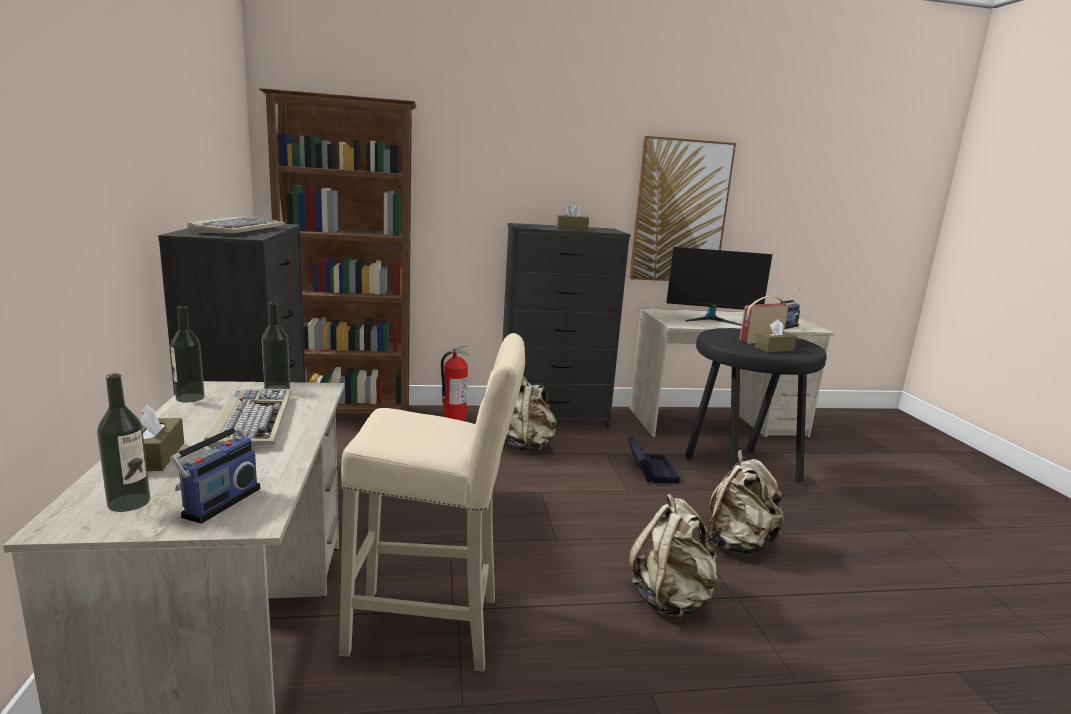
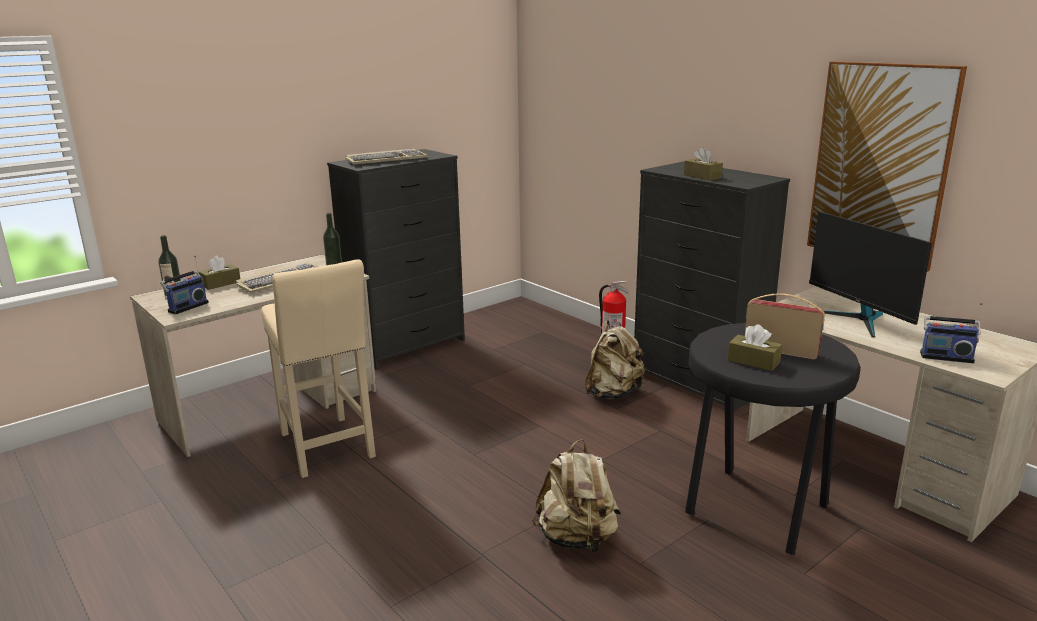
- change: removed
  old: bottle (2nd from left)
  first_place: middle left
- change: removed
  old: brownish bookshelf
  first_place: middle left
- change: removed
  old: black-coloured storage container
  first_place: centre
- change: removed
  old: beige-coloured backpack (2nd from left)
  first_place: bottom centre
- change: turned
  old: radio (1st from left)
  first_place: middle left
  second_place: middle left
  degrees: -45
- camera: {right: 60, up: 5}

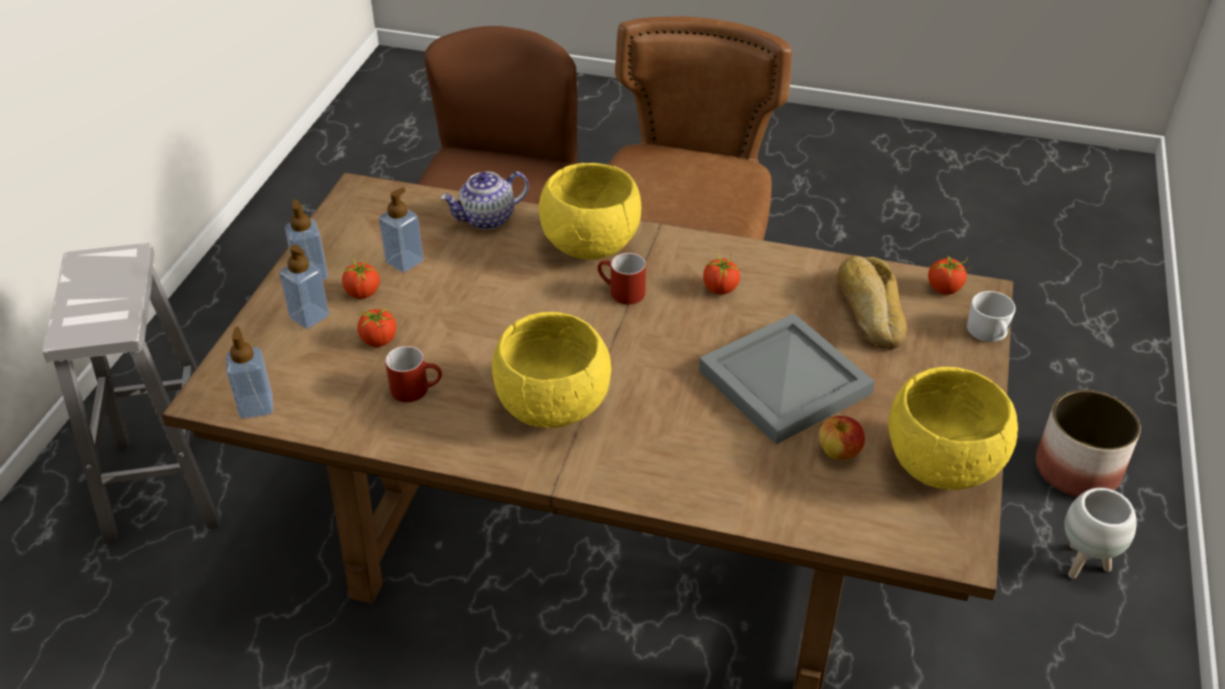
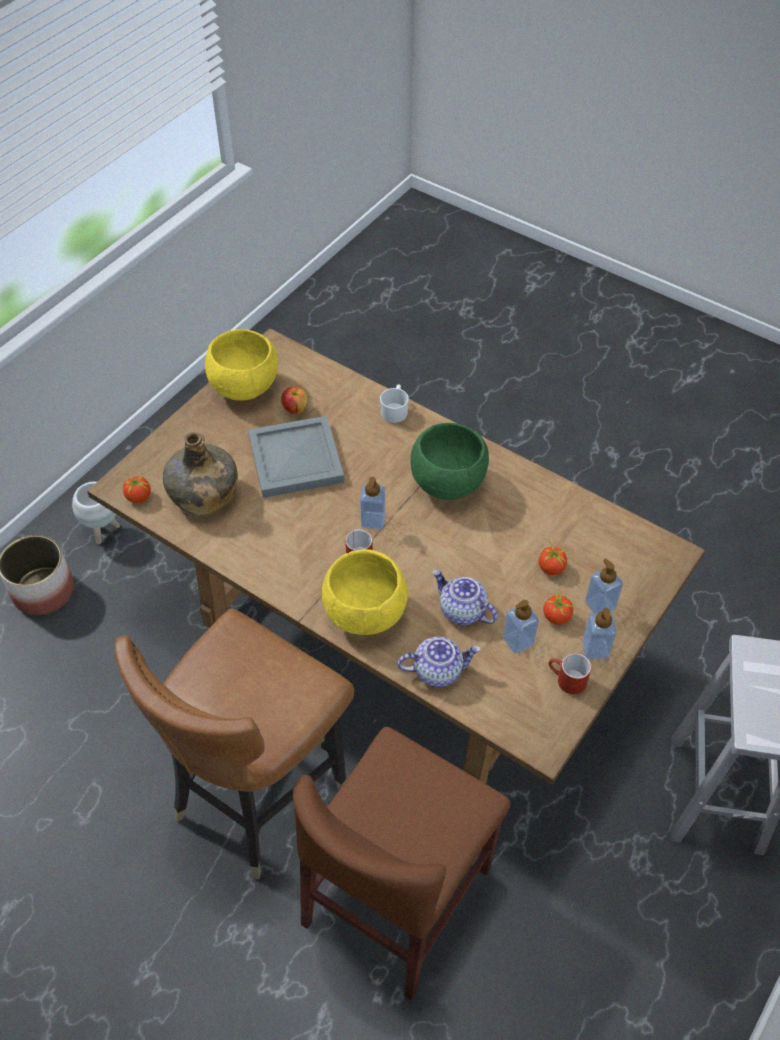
- change: removed
  old: fresh tomato (3rd from left)
  first_place: centre
- change: added
  new: pot for tea (2nd from left)
  second_place: centre
- change: moved
  old: soap bottle (1st from left)
  first_place: middle left
  second_place: centre
- change: moved
  old: red mug (1st from left in the first image)
  new: red mug (2nd from left)
  first_place: centre
  second_place: middle right
- change: moved
  old: white mug
  first_place: middle right
  second_place: centre
- change: replaced
  old: bread
  new: green bottle
  first_place: middle right
  second_place: middle left
- change: recoloured
  old: yellowish serving bowl (1st from left)
  new: green serving bowl
  first_place: centre
  second_place: centre
- camera: {right: -160, up: 10}

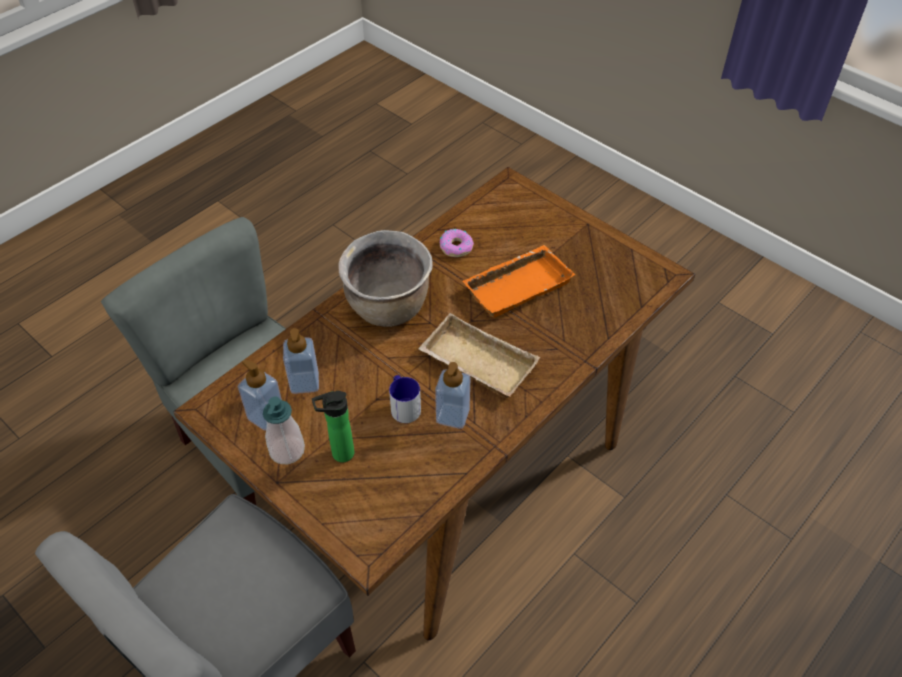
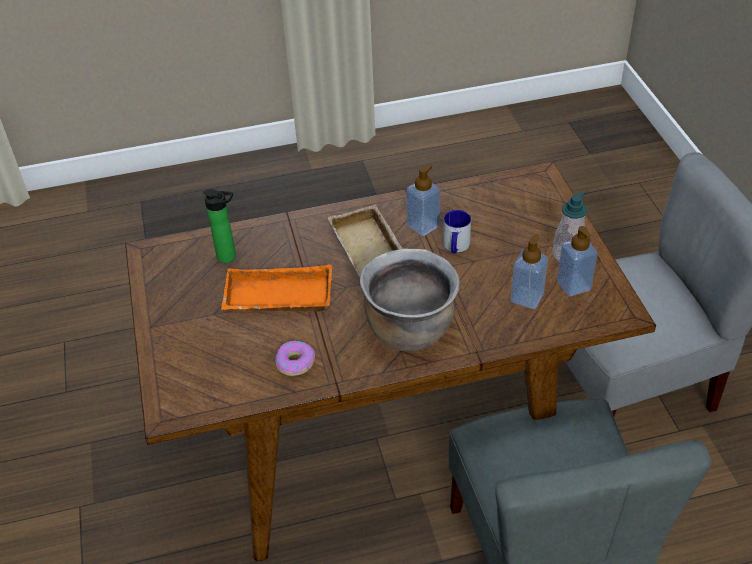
- change: moved
  old: bottle
  first_place: centre
  second_place: middle left
- camera: {right: -145, up: -5}

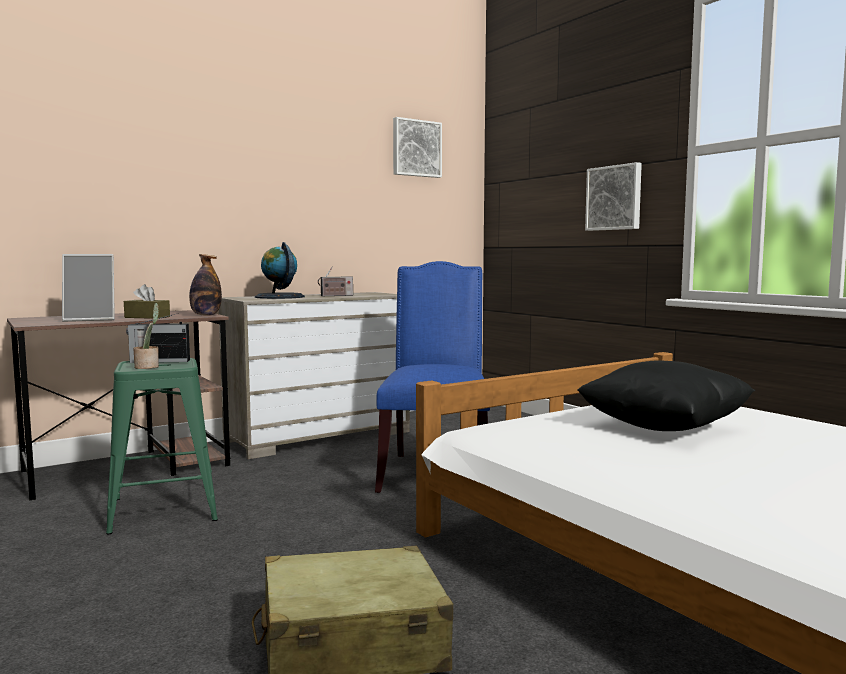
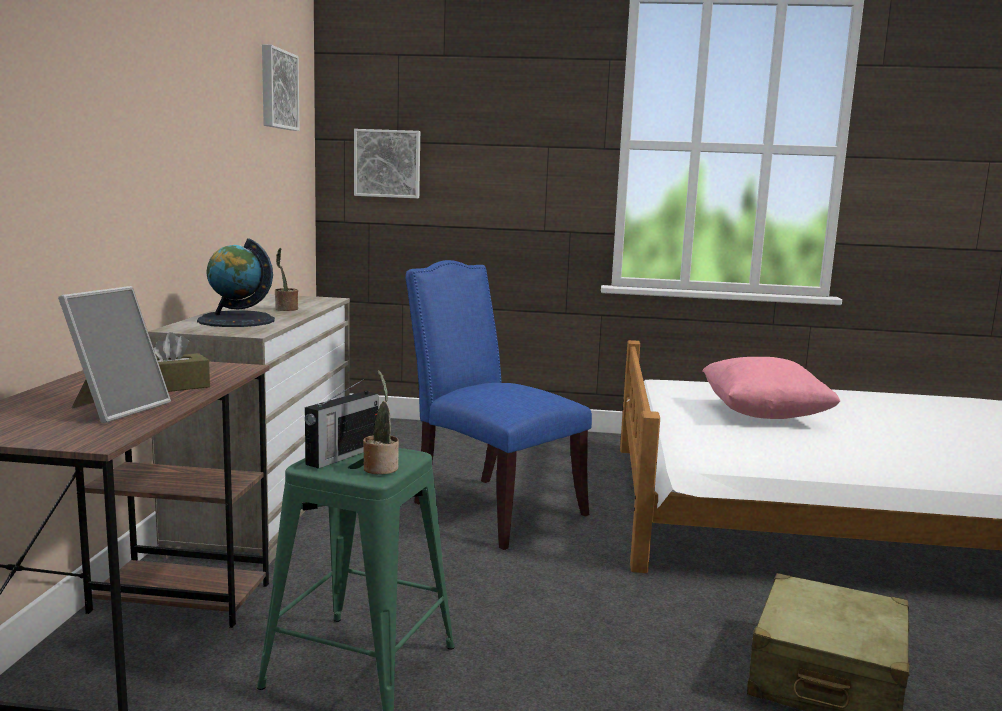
- change: removed
  old: bottle
  first_place: middle left
- change: moved
  old: wall art (2nd from left)
  first_place: top right
  second_place: top centre
- change: replaced
  old: radio (2nd from left)
  new: potted plant (1st from left)
  first_place: centre
  second_place: middle left
- change: recoloured
  old: black-coloured cushion
  new: pink-coloured cushion
  first_place: middle right
  second_place: middle right
- camera: {right: -50, up: 5}

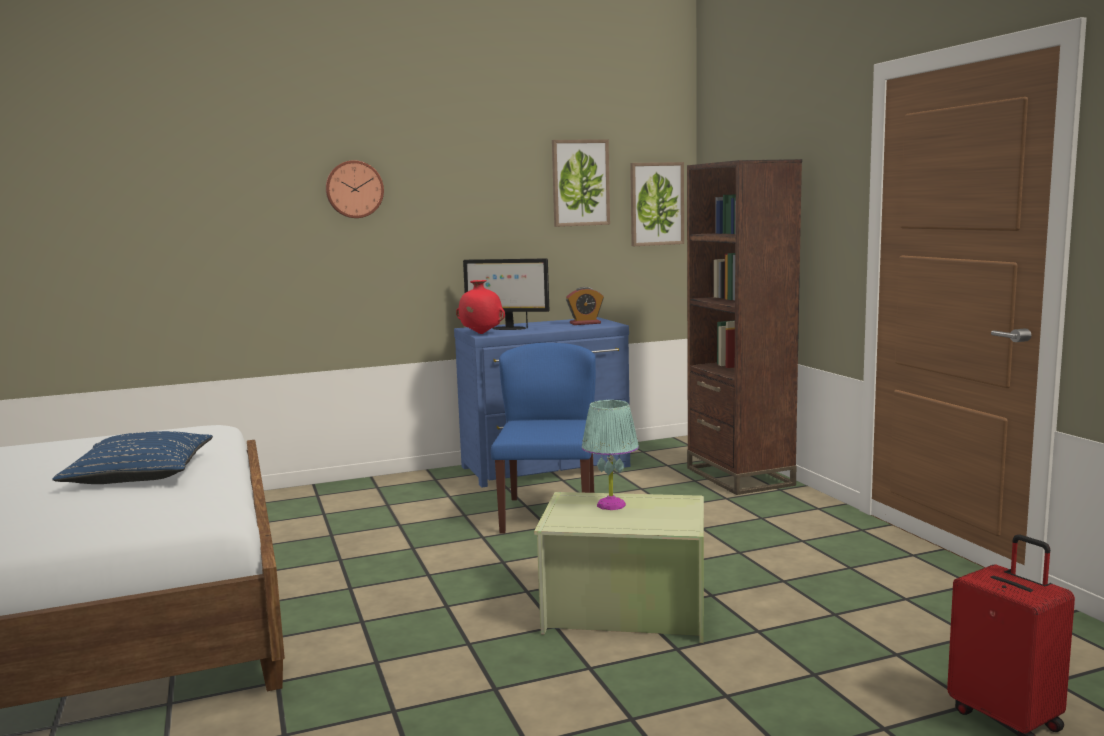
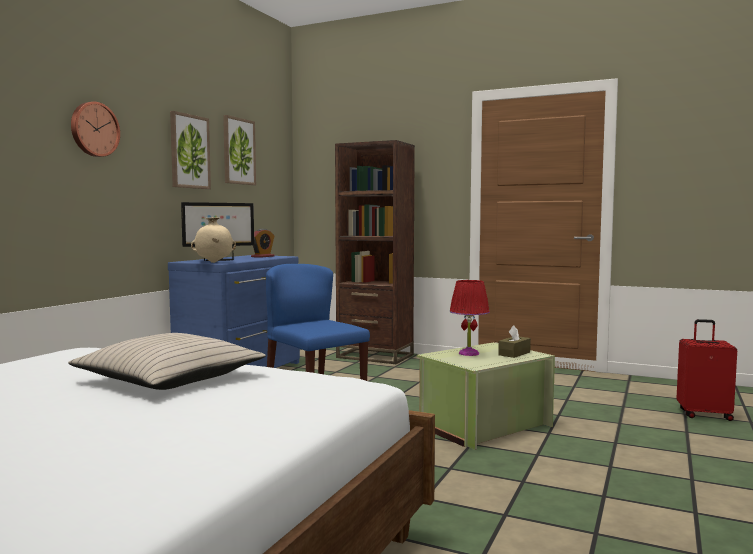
- change: added
  new: brownish tissue box
  second_place: middle right
- change: moved
  old: wall art (2nd from left in the first image)
  new: wall art (1st from left)
  first_place: top centre
  second_place: top left
- change: recoloured
  old: blue-coloured cushion
  new: beige-coloured cushion
  first_place: middle left
  second_place: middle left
- change: recoloured
  old: red decorative vase
  new: beige-coloured decorative vase
  first_place: centre
  second_place: middle left
- change: recoloured
  old: turquoise-coloured table lamp
  new: red table lamp
  first_place: centre
  second_place: centre
- camera: {right: -45, up: -5}

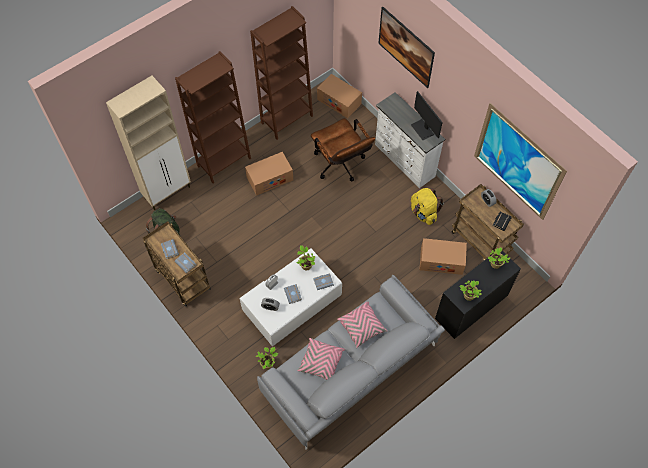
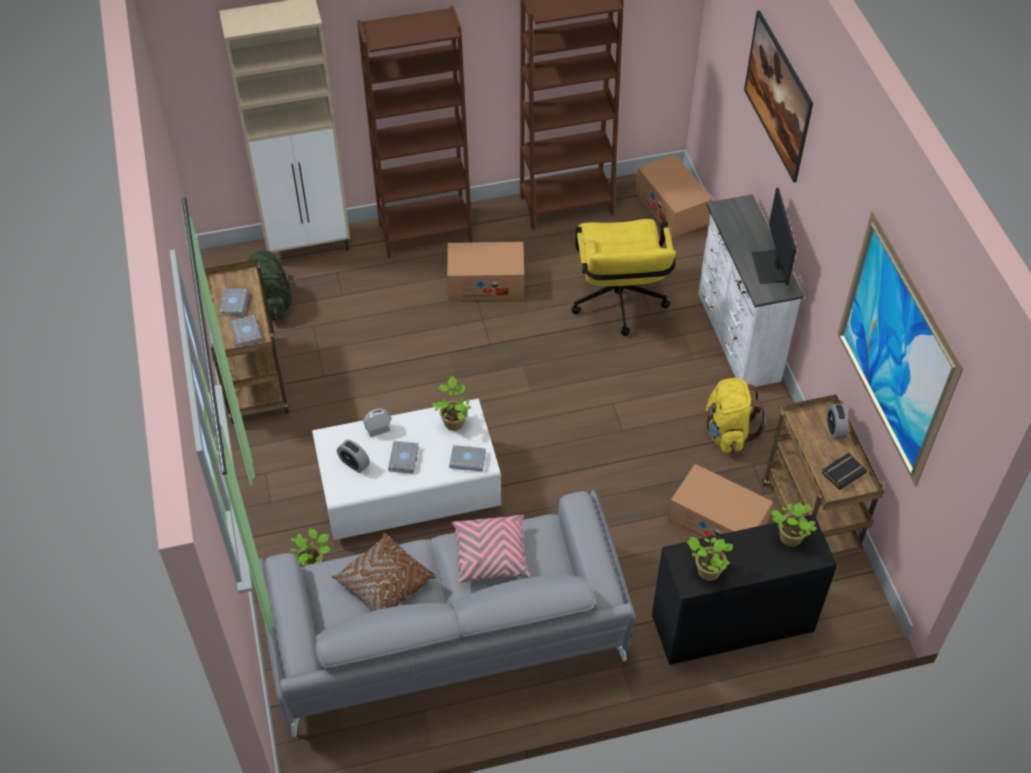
- change: recoloured
  old: pink-coloured cushion (1st from left)
  new: brownish cushion
  first_place: bottom centre
  second_place: bottom centre
- change: recoloured
  old: brownish office chair
  new: yellowish office chair
  first_place: top centre
  second_place: centre
- camera: {right: 25, up: -10}

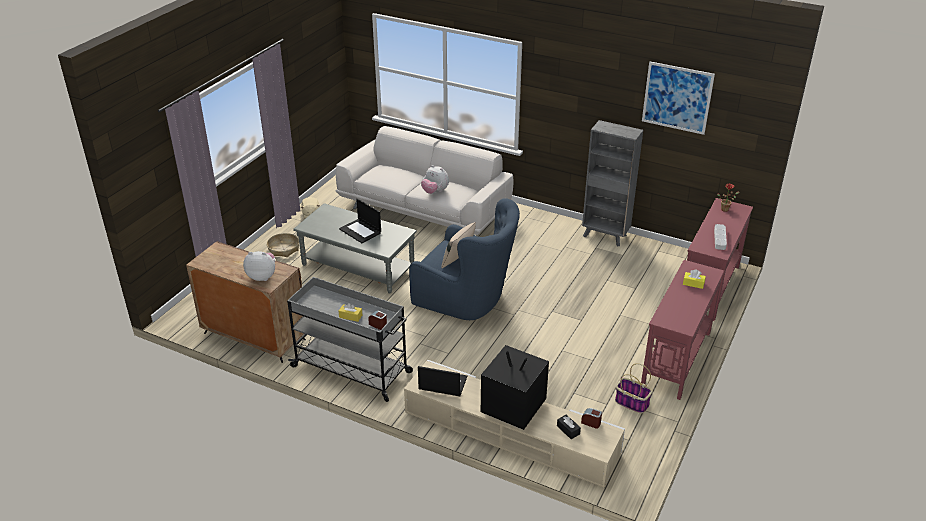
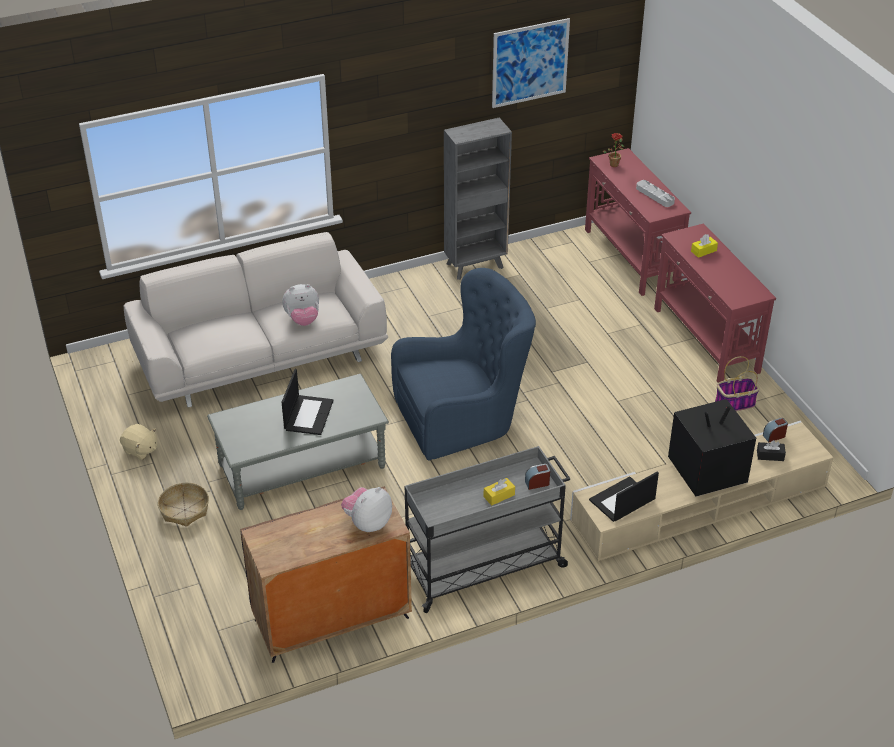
- change: removed
  old: beige-coloured cushion
  first_place: centre
- change: turned
  old: laptop (1st from left)
  first_place: centre
  second_place: centre
  degrees: -75
- camera: {right: -50, up: 5}

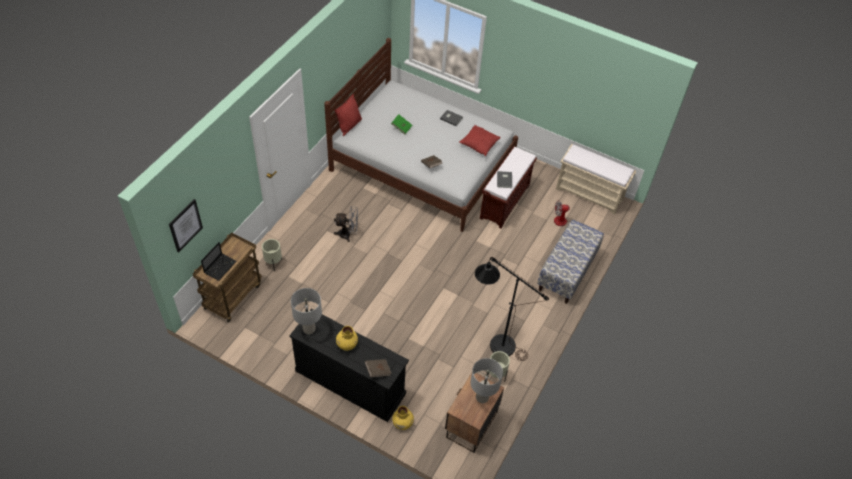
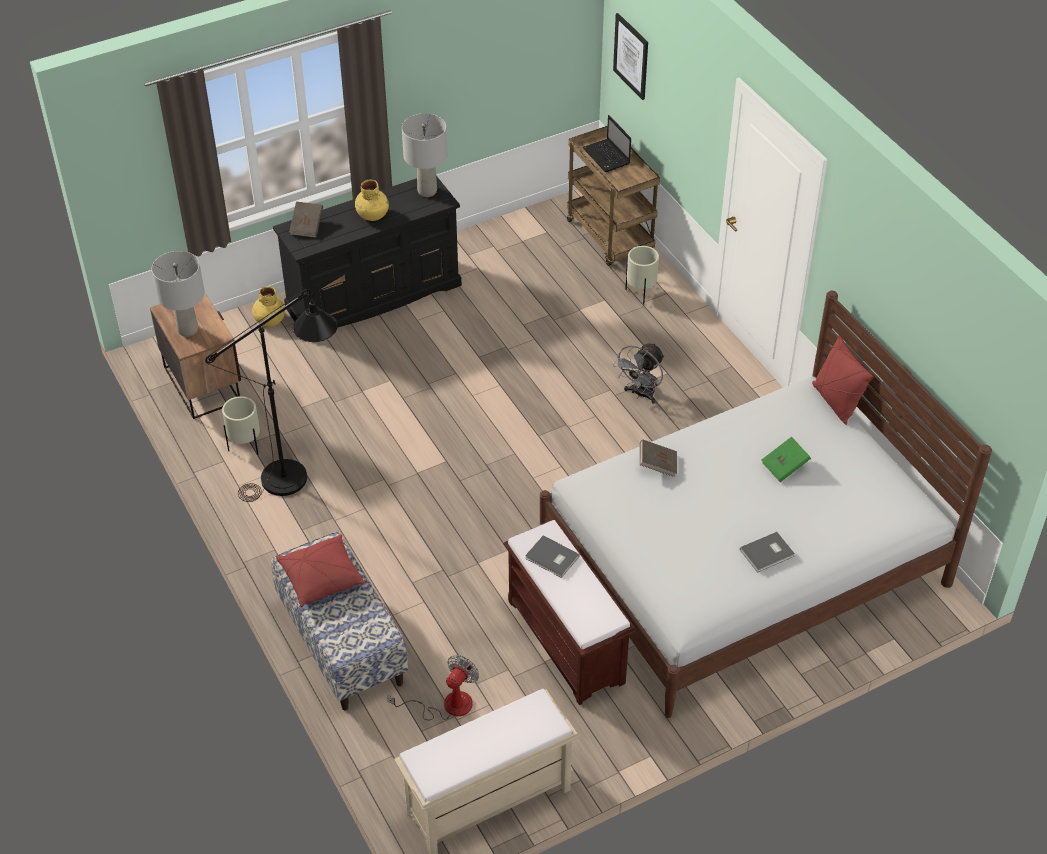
- change: moved
  old: red cushion (2nd from left in the first image)
  new: red cushion (1st from left)
  first_place: top centre
  second_place: bottom left
- camera: {right: 125, up: -5}

